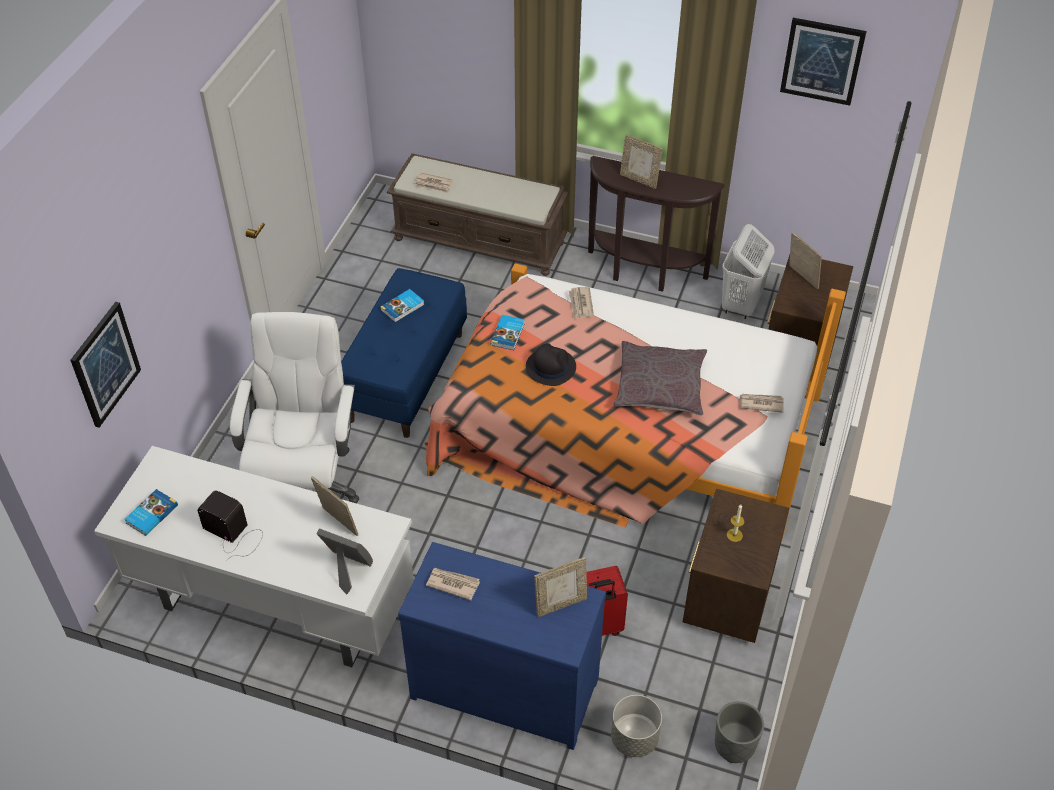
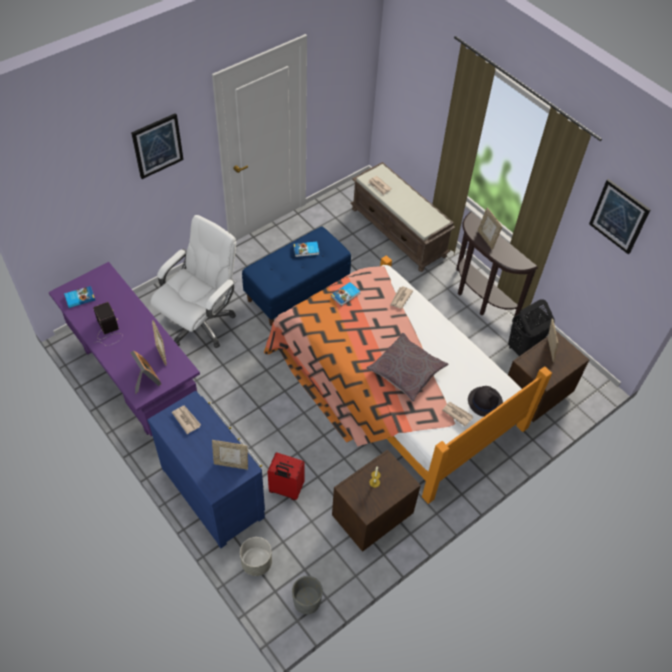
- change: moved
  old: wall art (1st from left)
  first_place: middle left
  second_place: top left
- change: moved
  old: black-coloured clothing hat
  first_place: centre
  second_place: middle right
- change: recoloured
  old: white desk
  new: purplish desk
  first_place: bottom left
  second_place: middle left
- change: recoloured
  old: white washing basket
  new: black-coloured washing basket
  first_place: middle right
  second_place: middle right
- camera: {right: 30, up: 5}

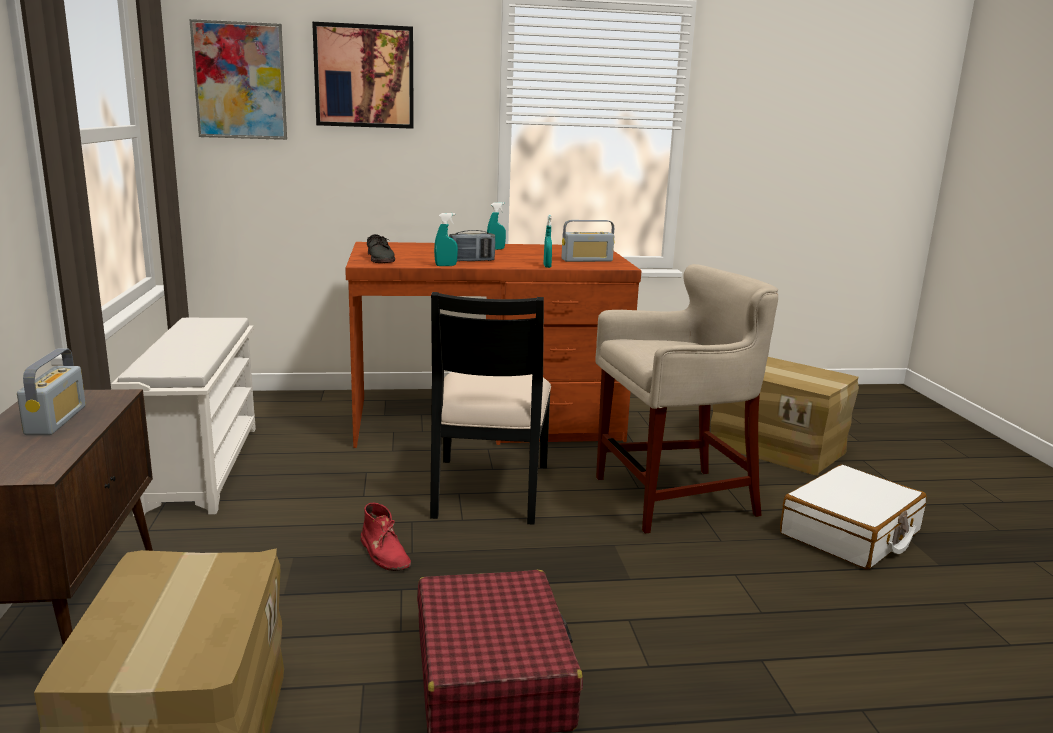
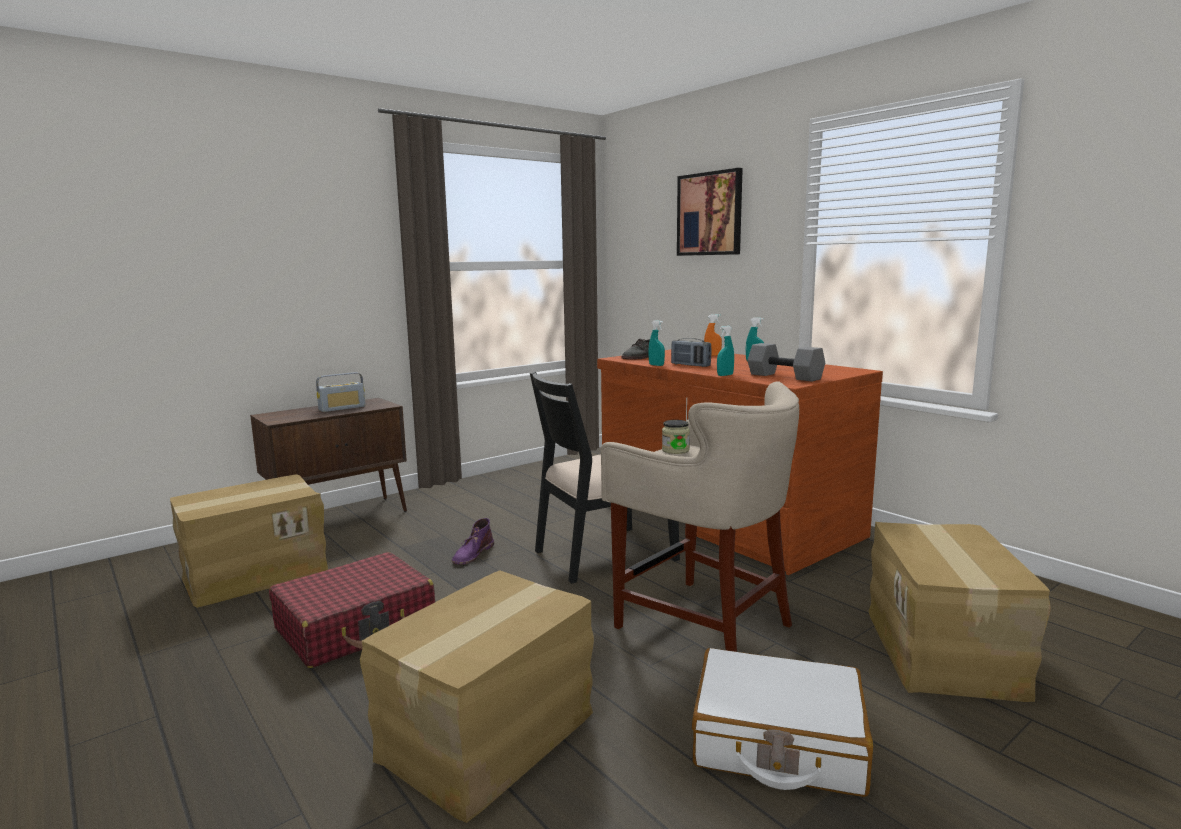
- change: removed
  old: white shoe shelf
  first_place: middle left
- change: removed
  old: wall art (1st from left)
  first_place: top left
- change: added
  new: packing box (2nd from left)
  second_place: bottom centre
- change: added
  new: storage jar
  second_place: centre
- change: added
  new: orange hand sprayer
  second_place: centre
- change: replaced
  old: radio (3rd from left)
  new: grey dumbbell
  first_place: top centre
  second_place: centre
- change: recoloured
  old: red tall boot
  new: purplish tall boot
  first_place: bottom centre
  second_place: centre
- camera: {right: 60, up: -5}

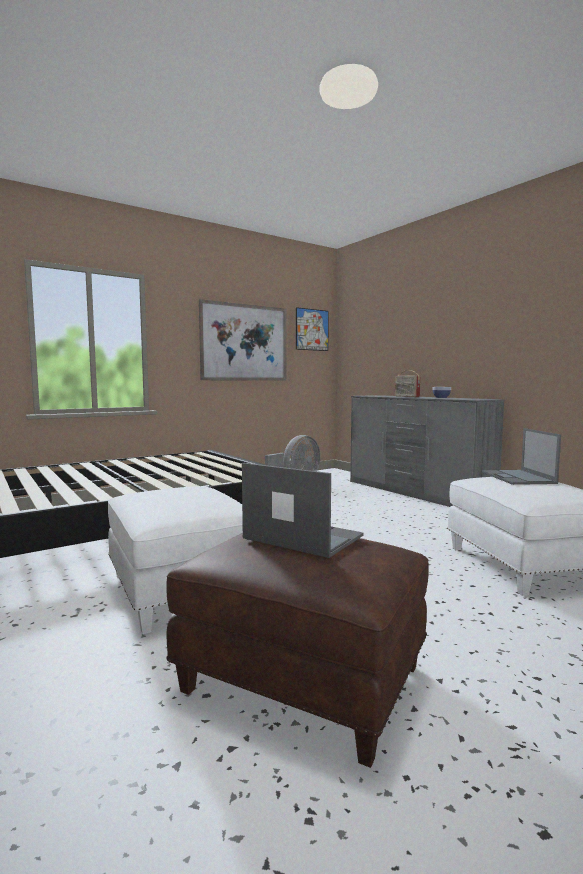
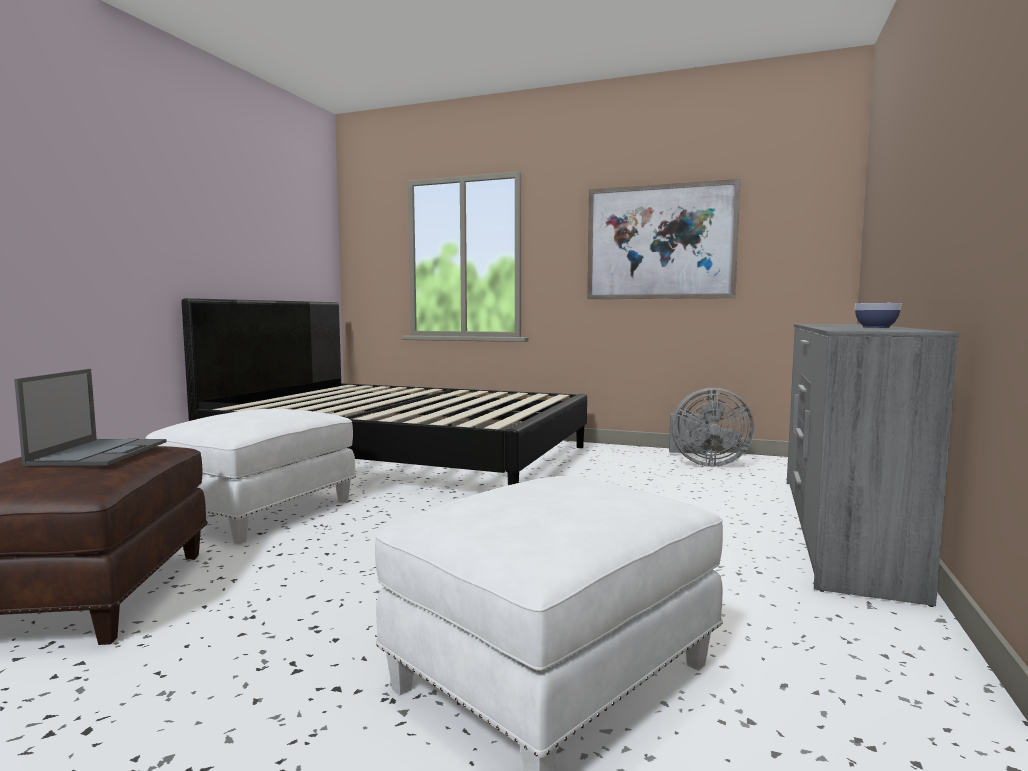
- change: removed
  old: wall art (2nd from left)
  first_place: centre
- change: removed
  old: radio
  first_place: middle right
- change: removed
  old: laptop (2nd from left)
  first_place: middle right
- camera: {right: 55, up: 0}

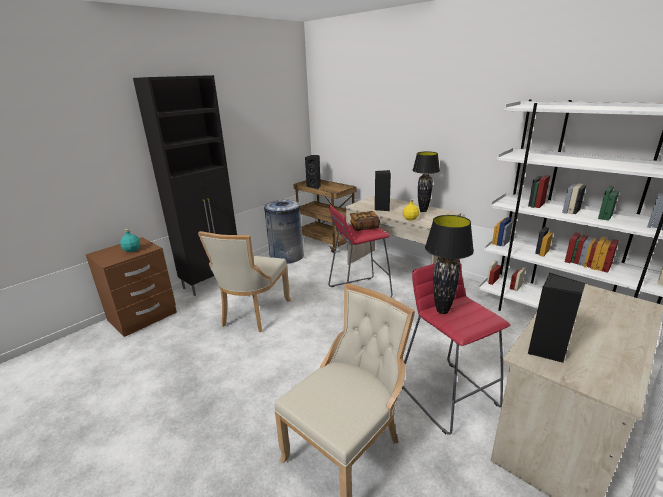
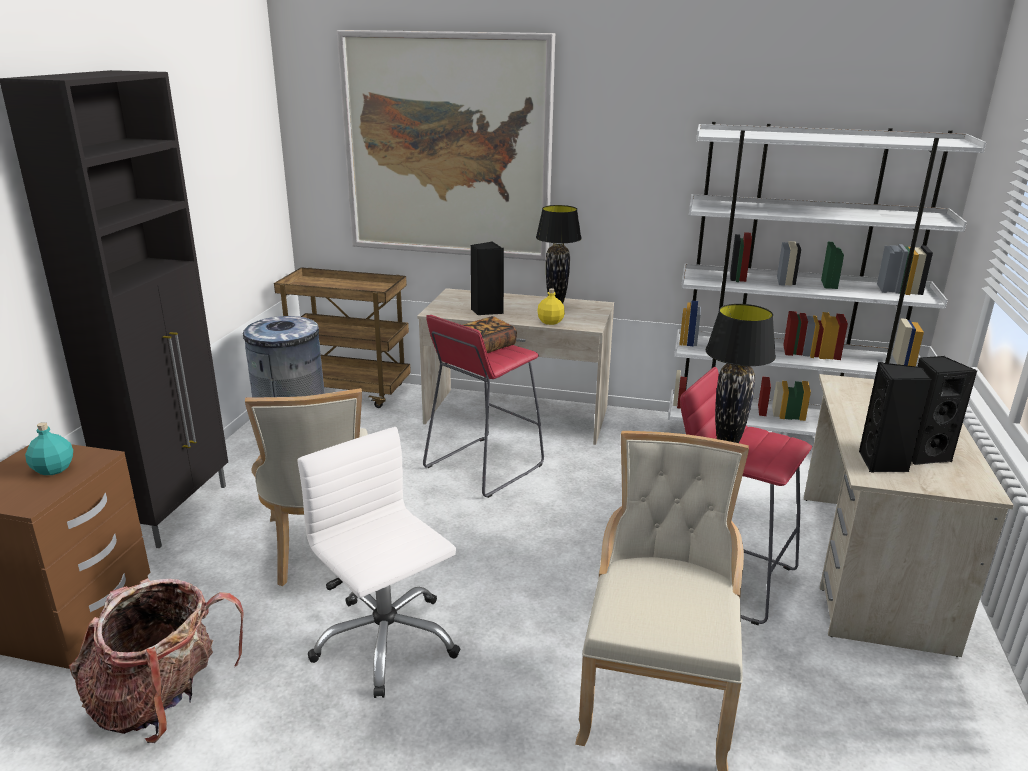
- change: added
  new: backpack
  second_place: bottom left
- change: added
  new: white office chair
  second_place: bottom centre
- change: added
  new: wall art
  second_place: top centre
- change: moved
  old: black-coloured loudspeaker (1st from left in the first image)
  new: black-coloured loudspeaker (3rd from left)
  first_place: centre
  second_place: middle right
- camera: {right: -30, up: 0}

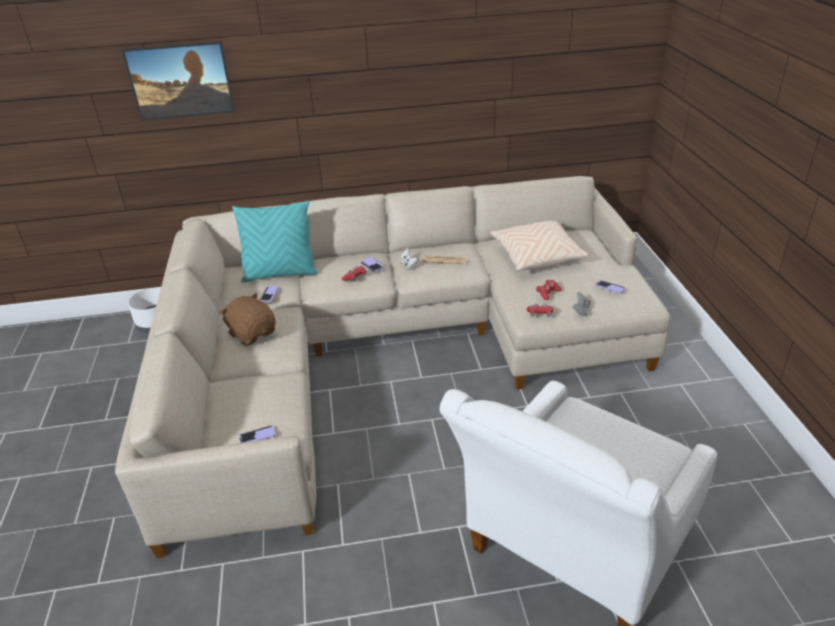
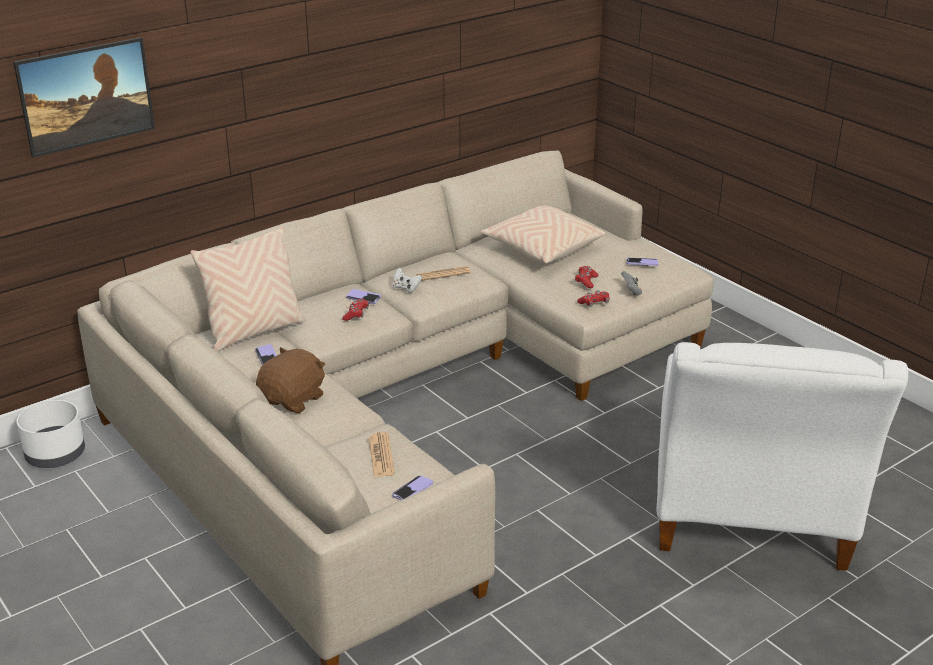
- change: added
  new: printed paper (1st from left)
  second_place: bottom centre
- change: recoloured
  old: turquoise-coloured cushion
  new: beige-coloured cushion (1st from left)
  first_place: middle left
  second_place: middle left
- change: turned
  old: brownish plush toy
  first_place: middle left
  second_place: middle left
  degrees: 105
- camera: {right: -30, up: -5}

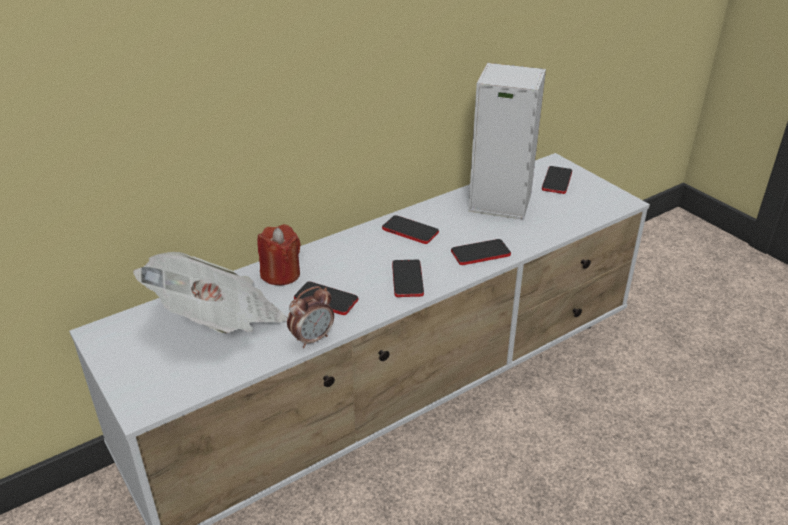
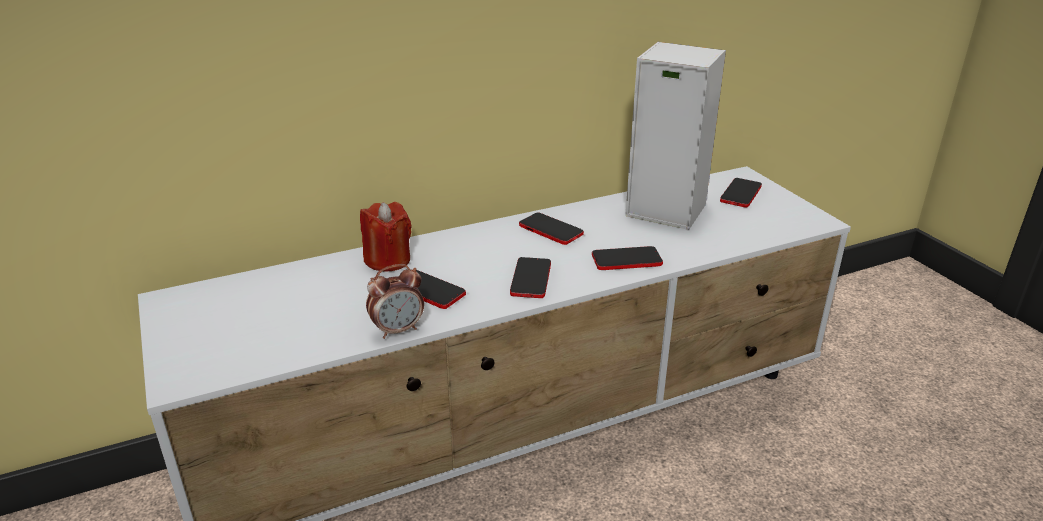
- change: removed
  old: printed paper
  first_place: middle left
- camera: {right: 10, up: -5}

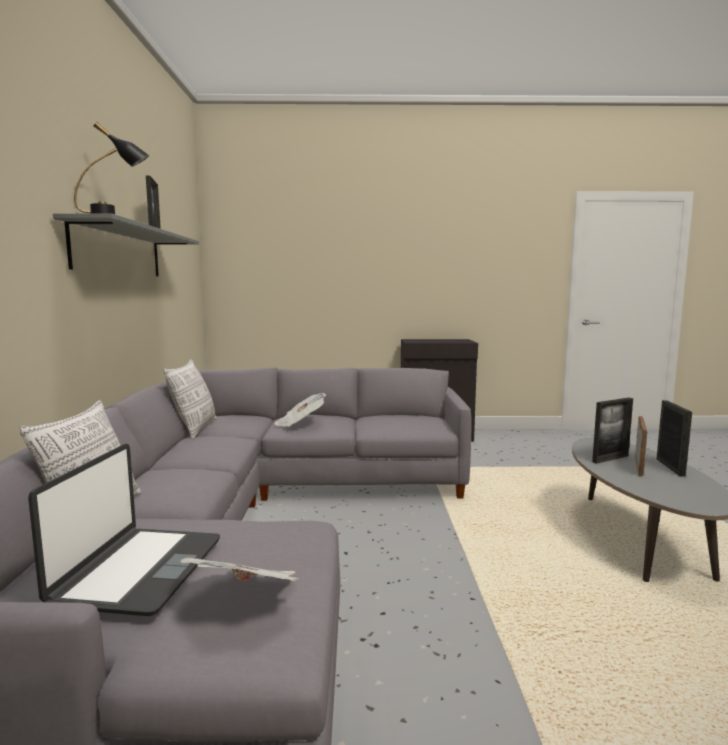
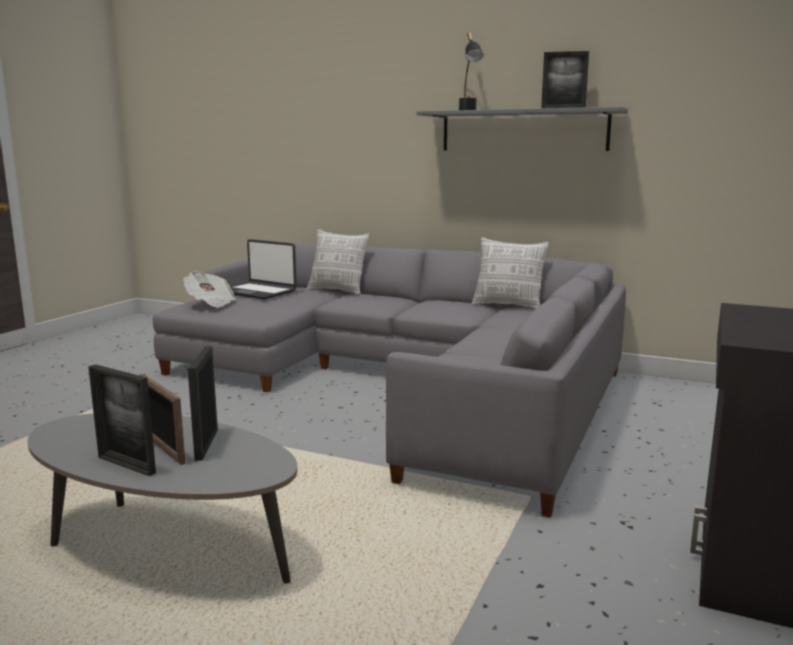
- change: removed
  old: printed paper (2nd from left)
  first_place: centre
- camera: {right: 115, up: 5}

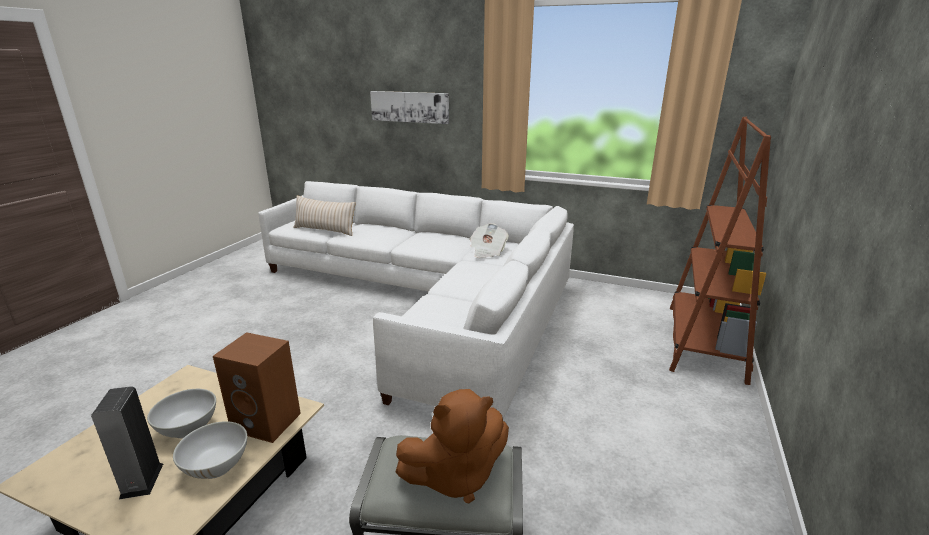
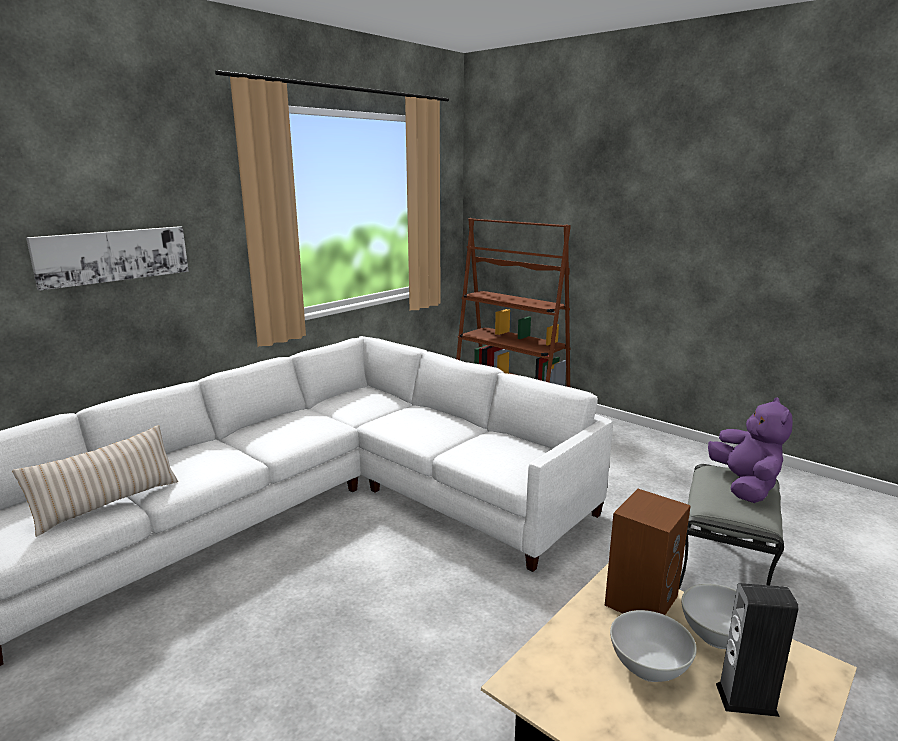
- change: removed
  old: printed paper
  first_place: centre
- change: recoloured
  old: brownish plush toy
  new: purplish plush toy
  first_place: bottom centre
  second_place: middle right
- camera: {right: -70, up: -5}

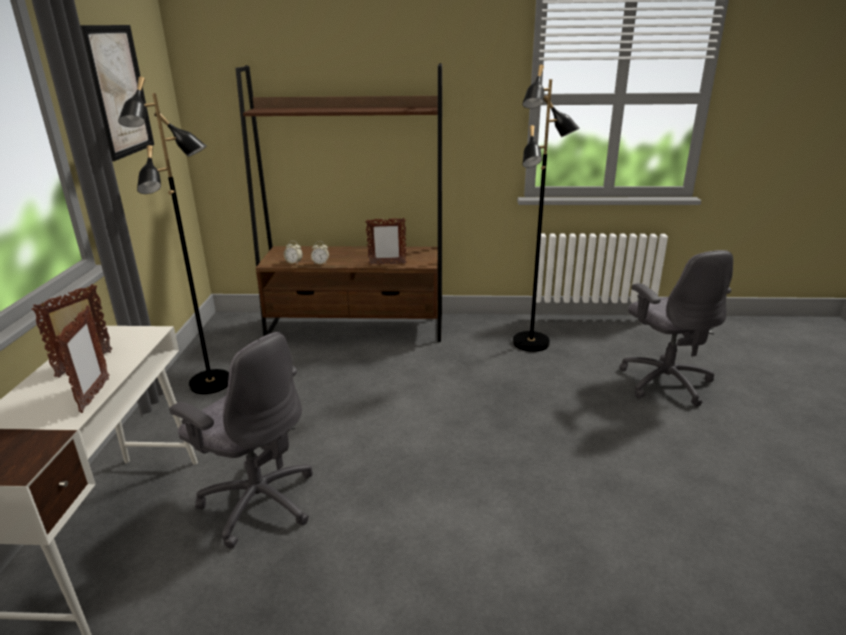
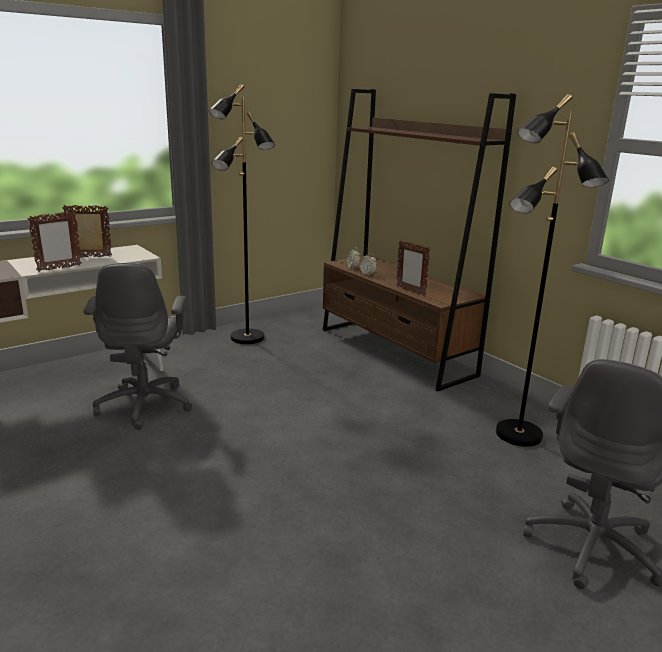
- change: removed
  old: wall art
  first_place: top left
- camera: {right: 50, up: -5}

